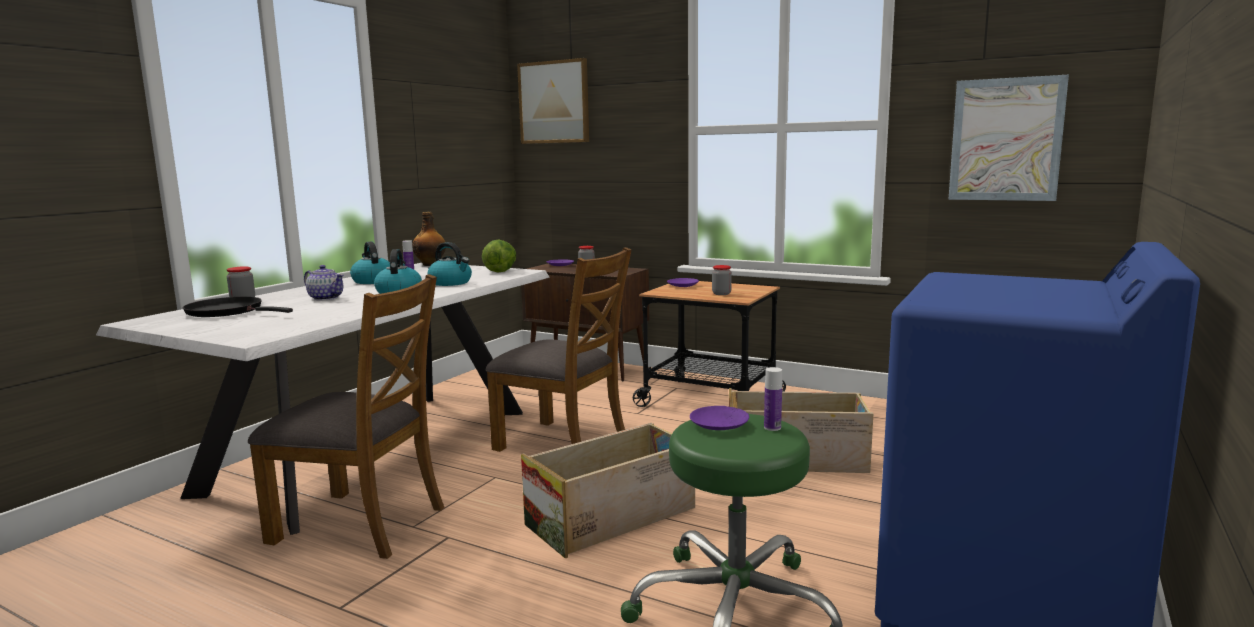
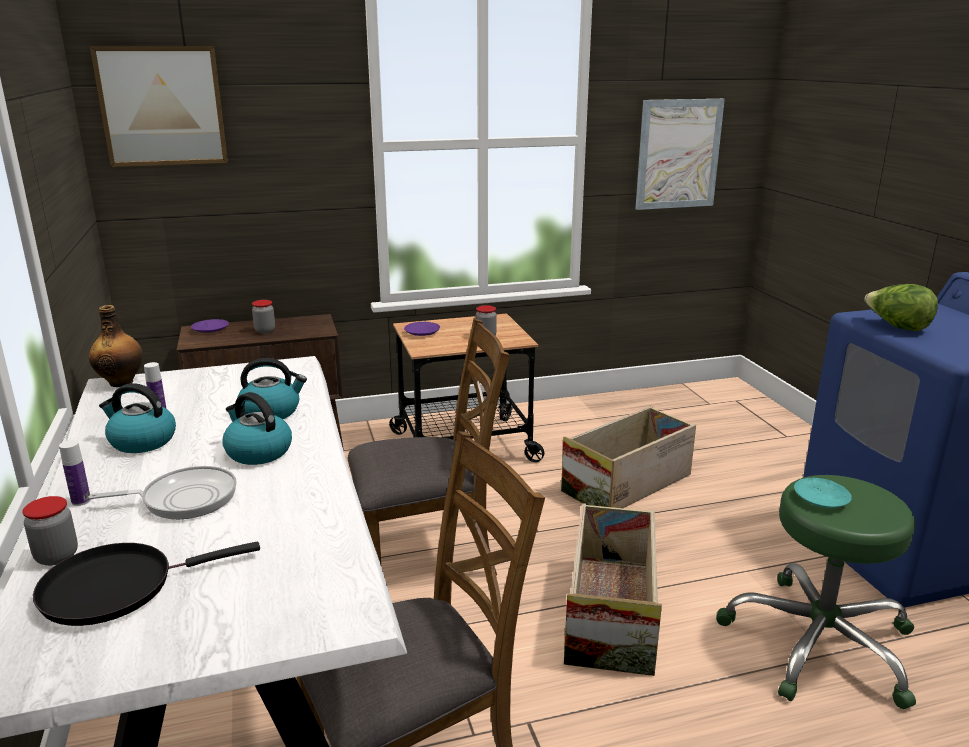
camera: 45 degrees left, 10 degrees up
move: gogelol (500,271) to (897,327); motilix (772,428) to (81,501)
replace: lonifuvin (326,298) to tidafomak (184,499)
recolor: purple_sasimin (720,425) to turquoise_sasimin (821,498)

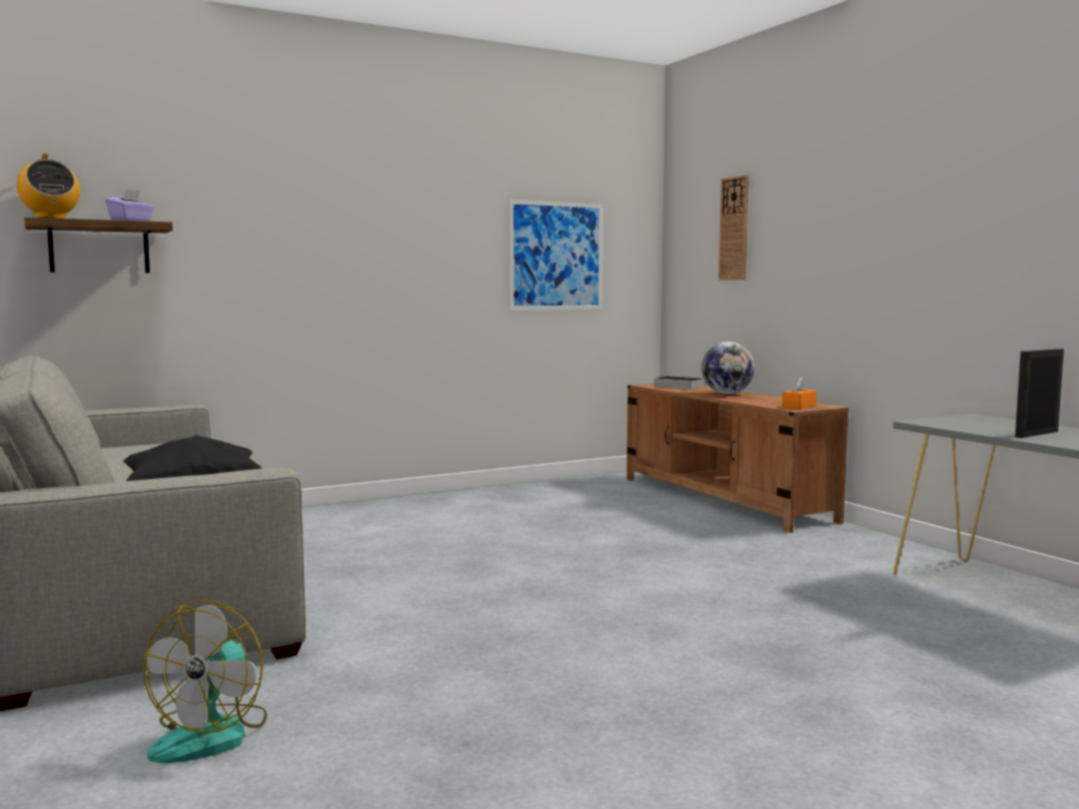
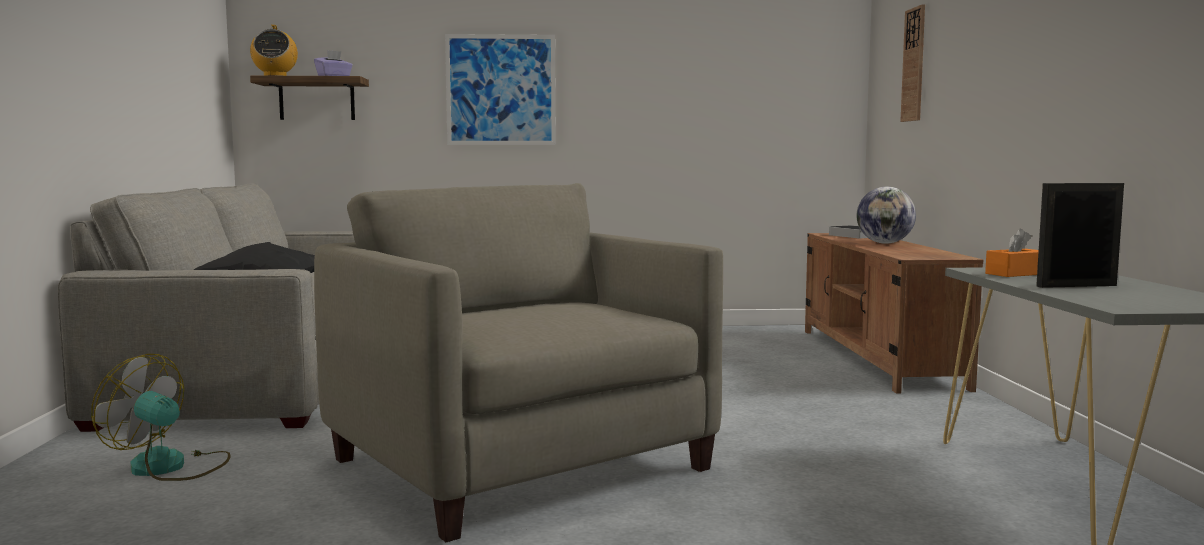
camera: 25 degrees right, 0 degrees up
insert: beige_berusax (521,464)
move: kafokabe (556,256) to (501,90); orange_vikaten (799,406) to (1015,274)
rotate: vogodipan (212,734) = (170,467) 75 degrees clockwise

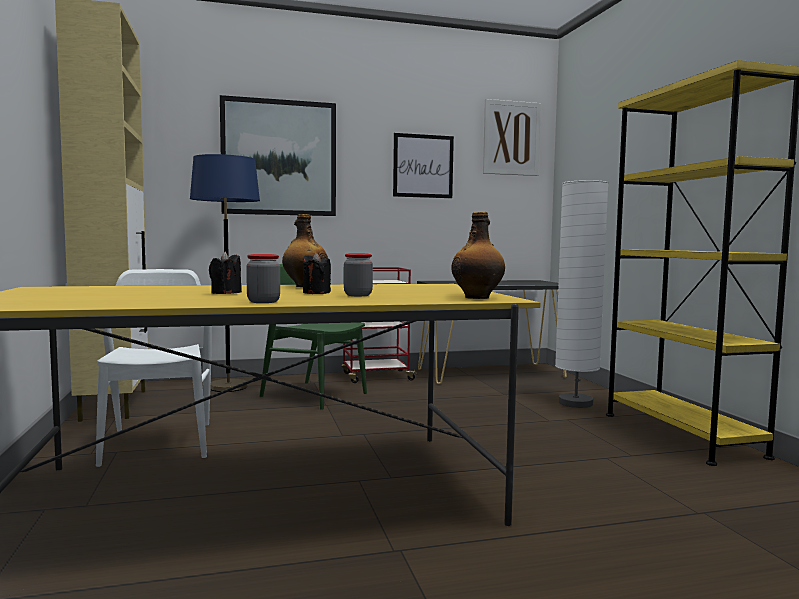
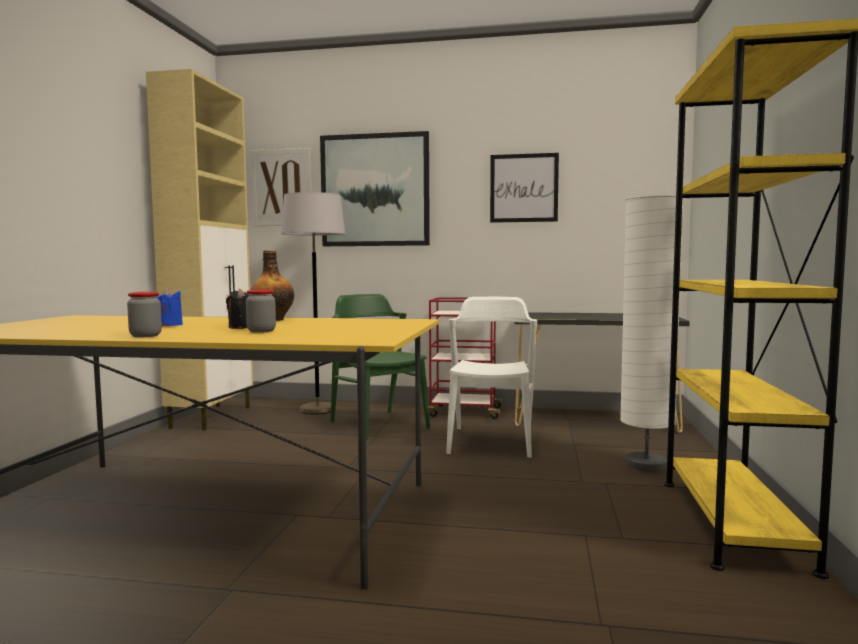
camera: 25 degrees right, 0 degrees up
delete: motilix (478,297)
move: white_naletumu (159,443) to (491,441); kafokabe (511,138) to (281,187)
recolor: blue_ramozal (228,387) to grey_ramozal (317,410); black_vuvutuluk (226,293) to blue_vuvutuluk (169,325)

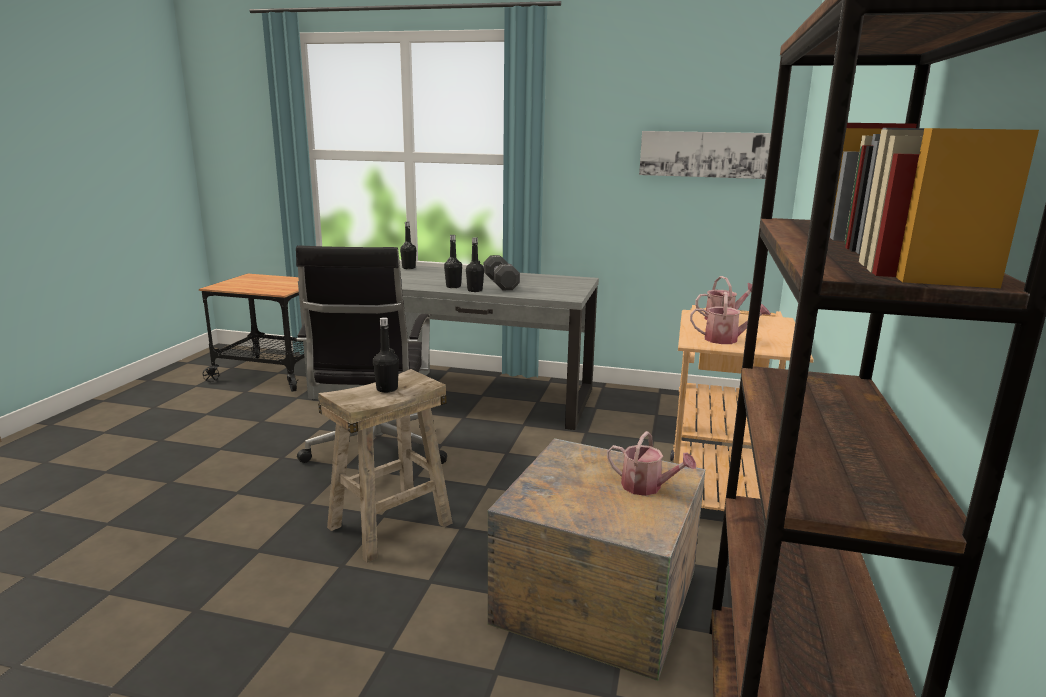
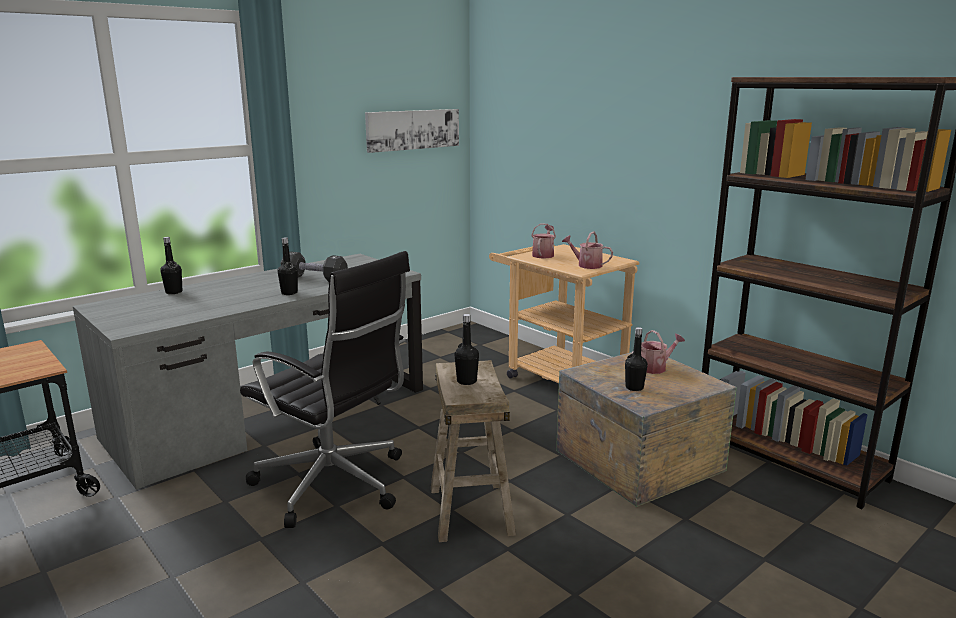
camera: 55 degrees left, 0 degrees up
move: black_motilix (475,290) to (634,387)
rotate: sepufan (726,339) = (586,265) 105 degrees counterclockwise

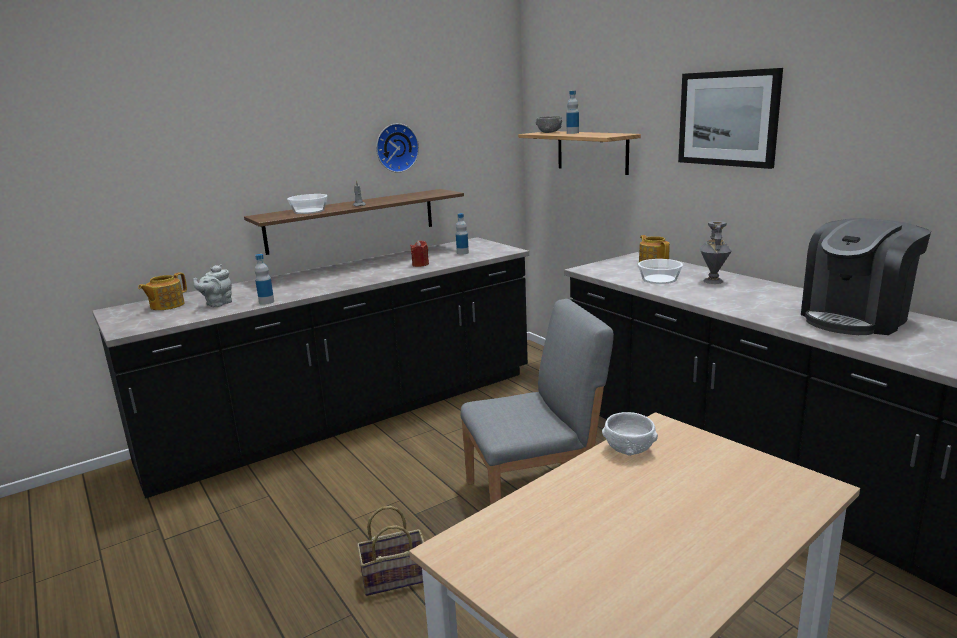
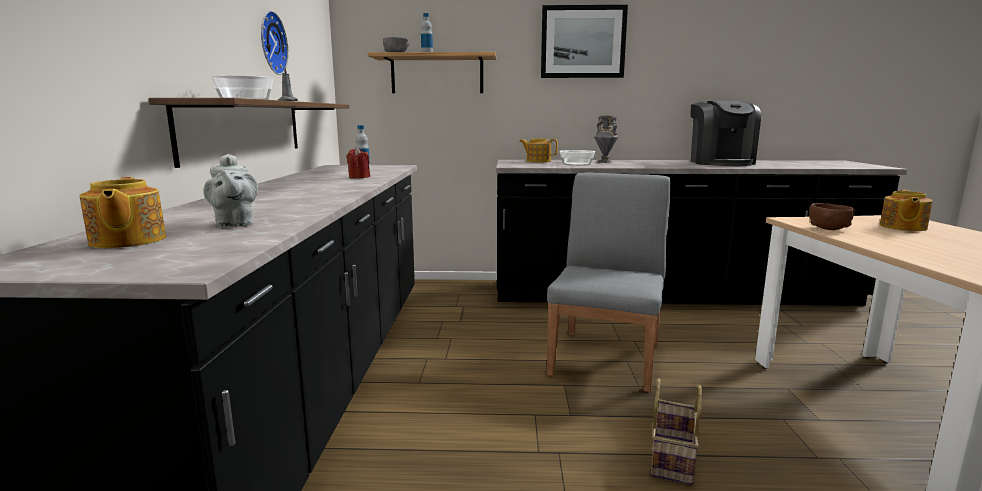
camera: 55 degrees left, 5 degrees down
delete: motilix (266,302)
insert: lonifuvin (902,227)
recolor: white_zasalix (629,449) to brown_zasalix (828,229)

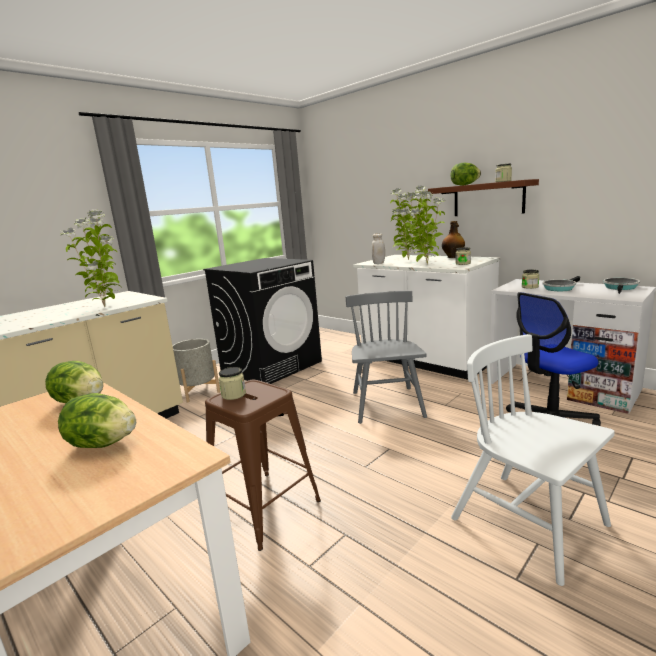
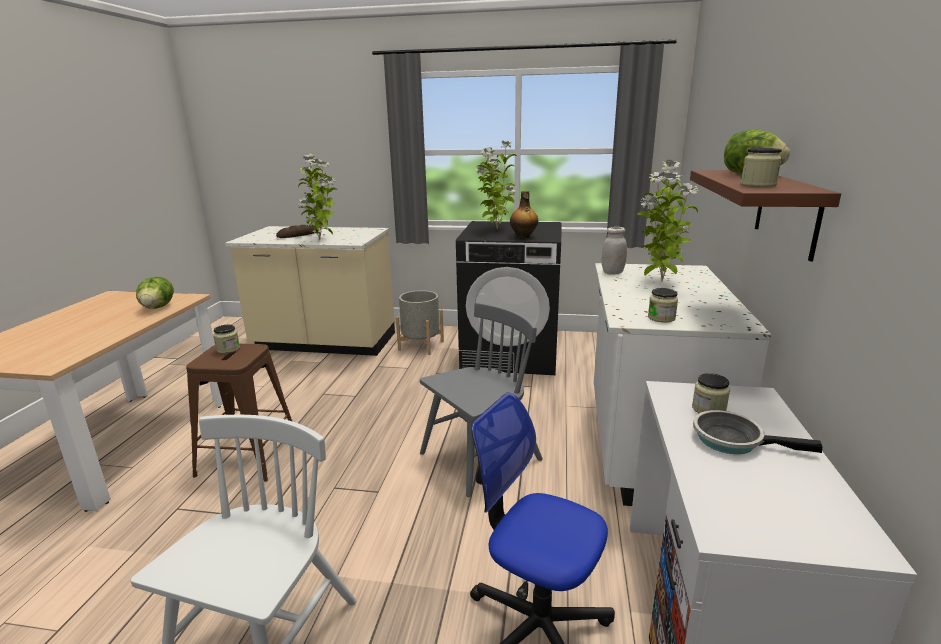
camera: 55 degrees right, 5 degrees up
delete: gogelol (103,444); tidafomak (620,288)
insert: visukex (297,235)
move: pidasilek (426,264) to (495,229); motilix (453,257) to (523,237)

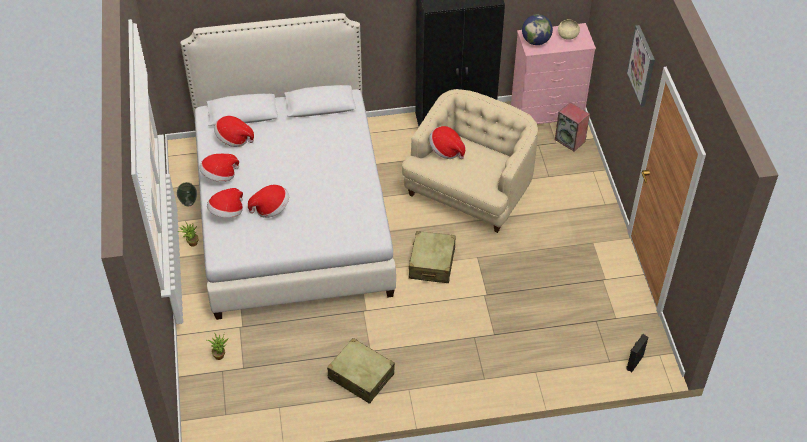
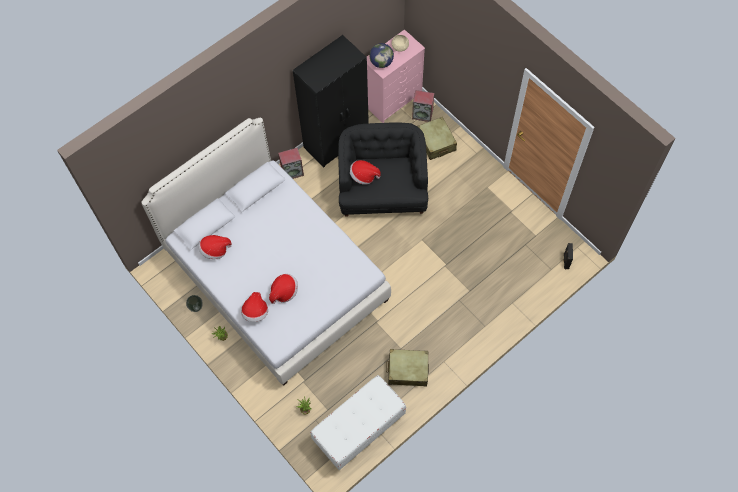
camera: 30 degrees left, 15 degrees up
delete: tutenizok (219,176); kafokabe (642,66)
insert: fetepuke (292,171); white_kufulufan (359,429)
move: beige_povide (432,263) to (436,142)
recolor: beige_berusax (470,189) to black_berusax (382,189)

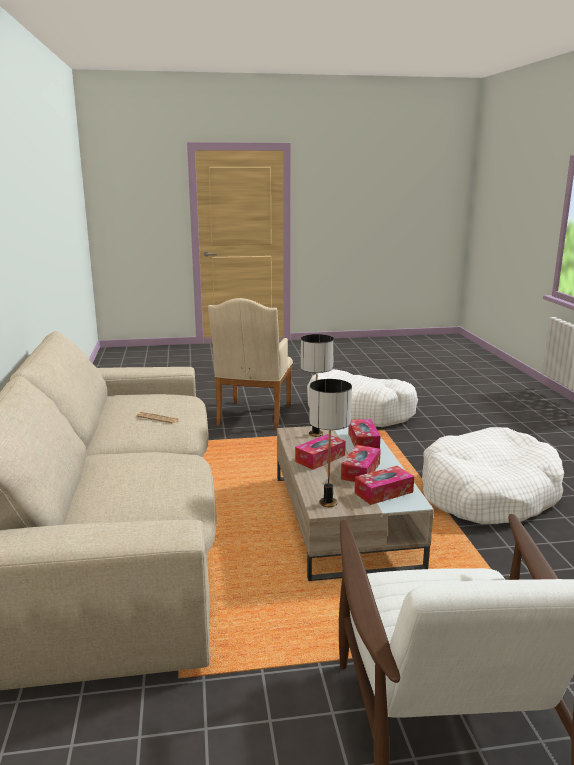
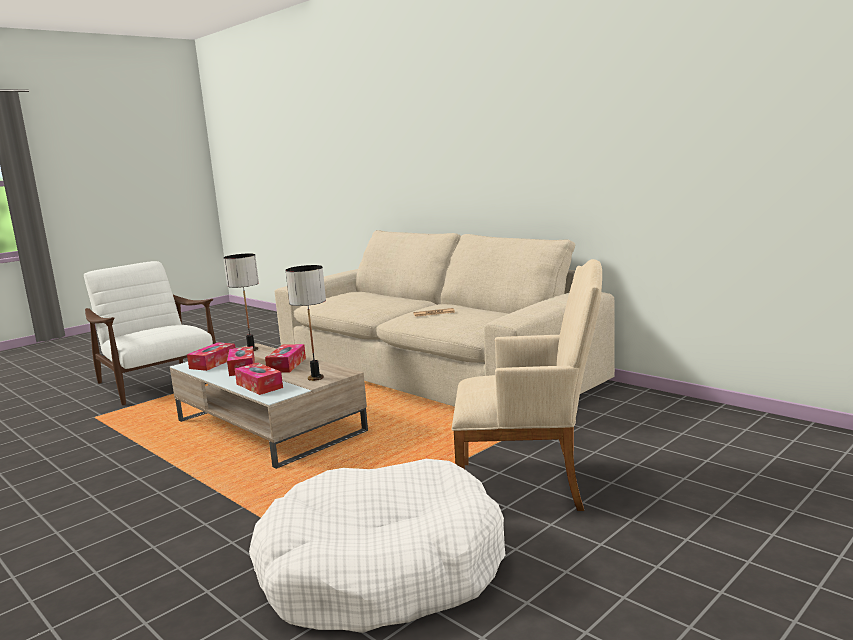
camera: 145 degrees right, 5 degrees down
delete: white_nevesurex (488,494)
rotate: beige_berusax (253,417) = (529,485) 120 degrees clockwise

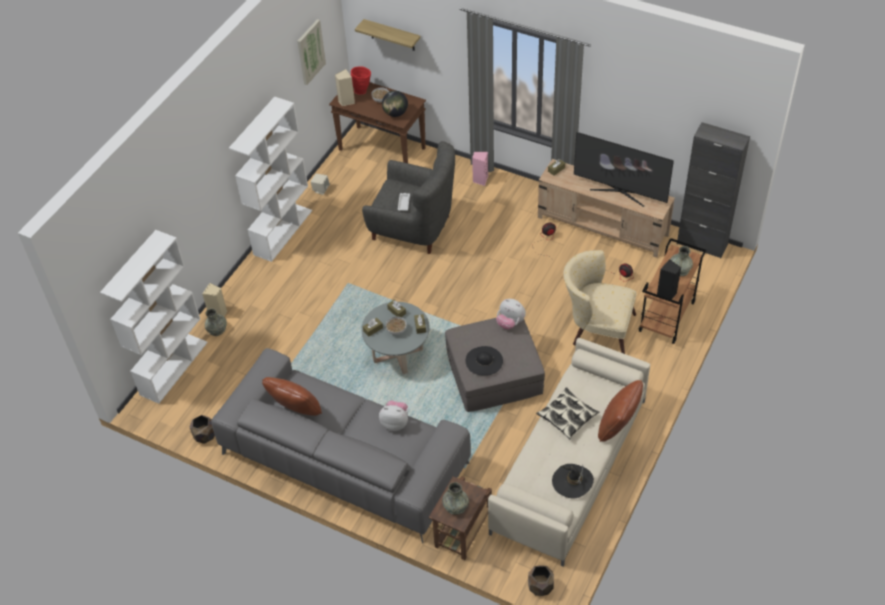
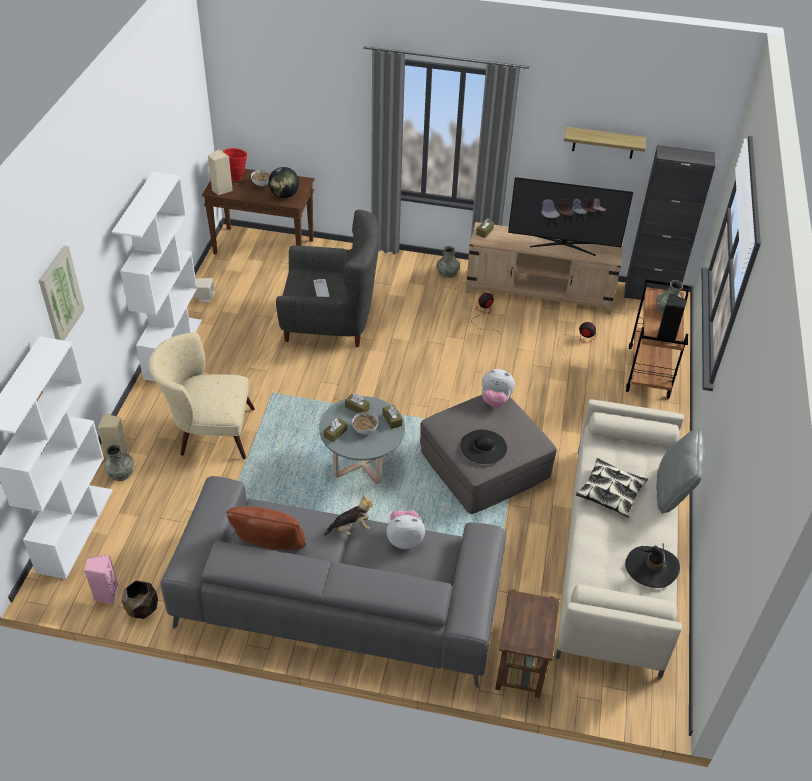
camera: 20 degrees left, 5 degrees down
delete: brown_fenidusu (540,587)
insert: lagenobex (350,528)
move: kafokabe (310,52) to (60,295); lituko (392,35) to (603,143); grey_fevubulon (455,506) to (447,272); pink_fetepuke (480,180) to (106,594); beige_berusax (596,328) to (208,431)
recolor: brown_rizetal (618,425) to grey_rizetal (673,491)

